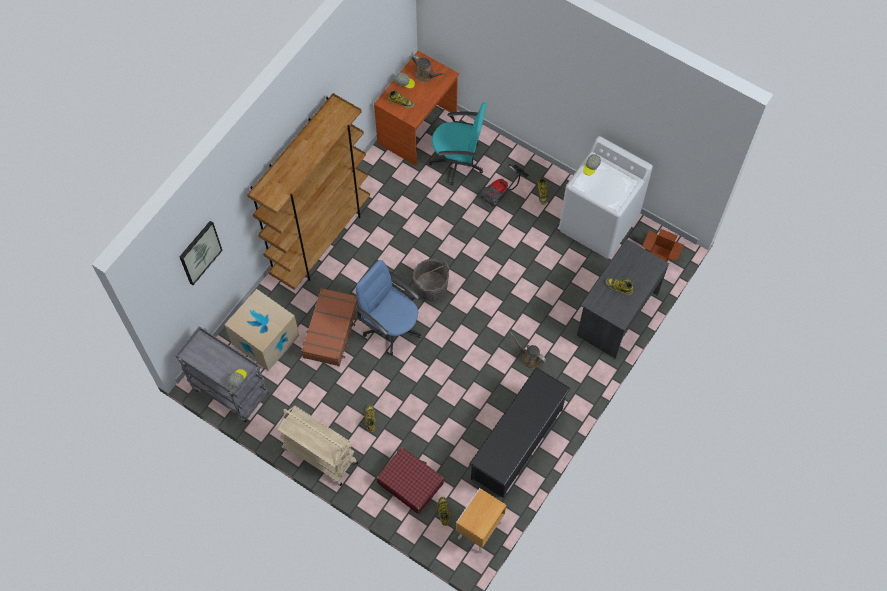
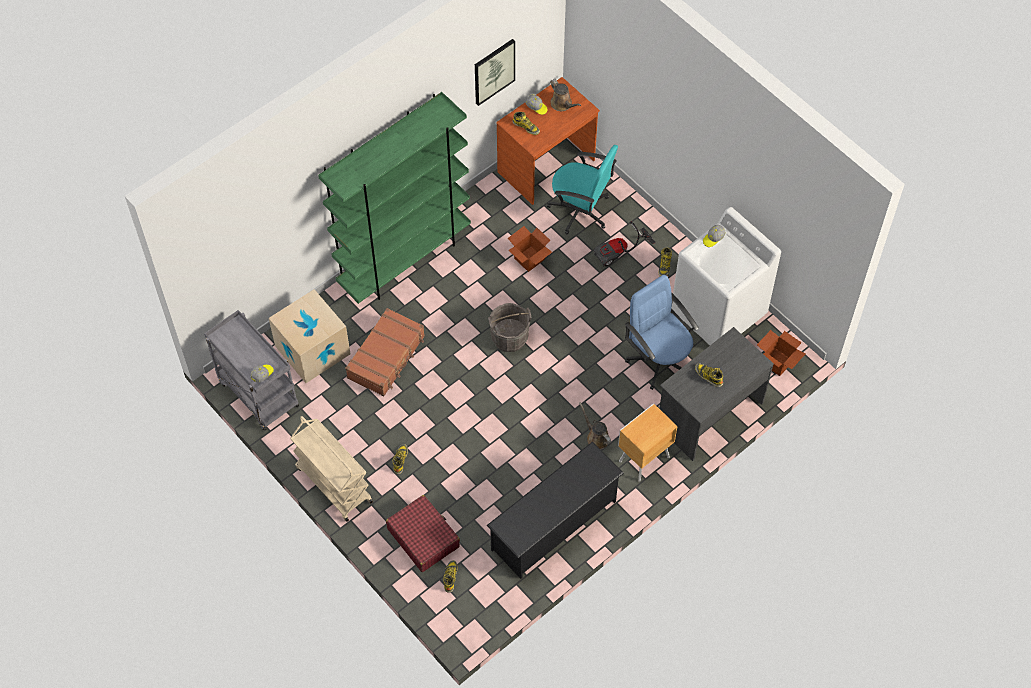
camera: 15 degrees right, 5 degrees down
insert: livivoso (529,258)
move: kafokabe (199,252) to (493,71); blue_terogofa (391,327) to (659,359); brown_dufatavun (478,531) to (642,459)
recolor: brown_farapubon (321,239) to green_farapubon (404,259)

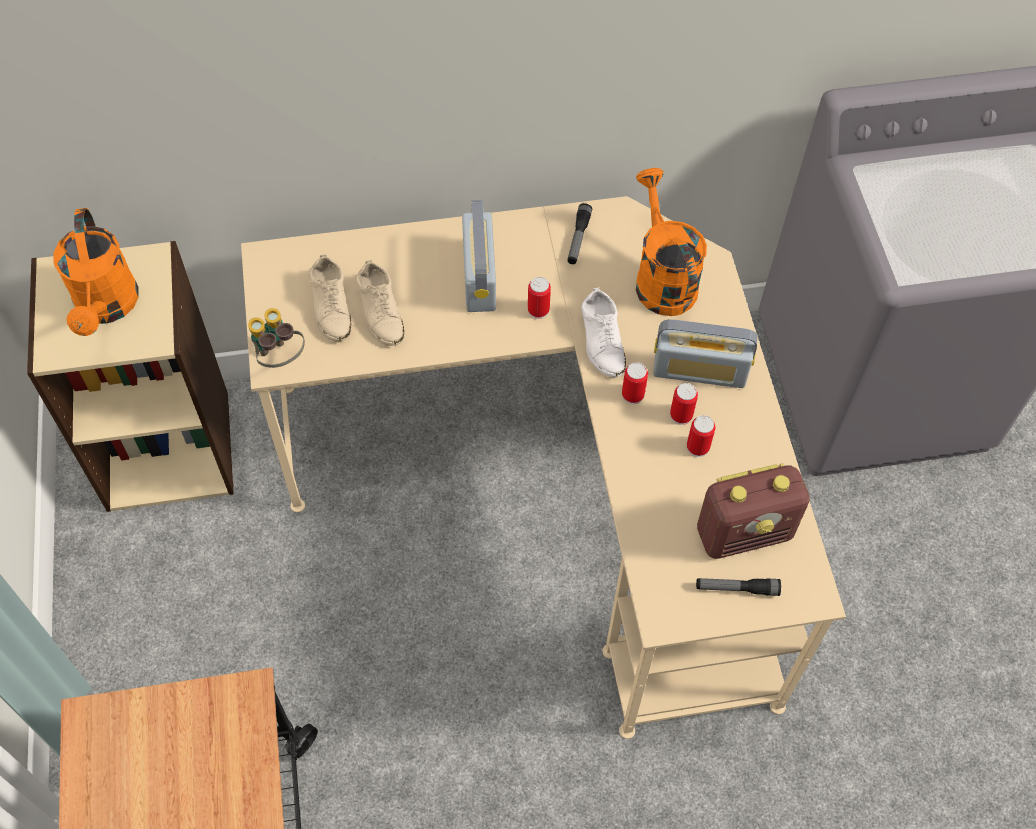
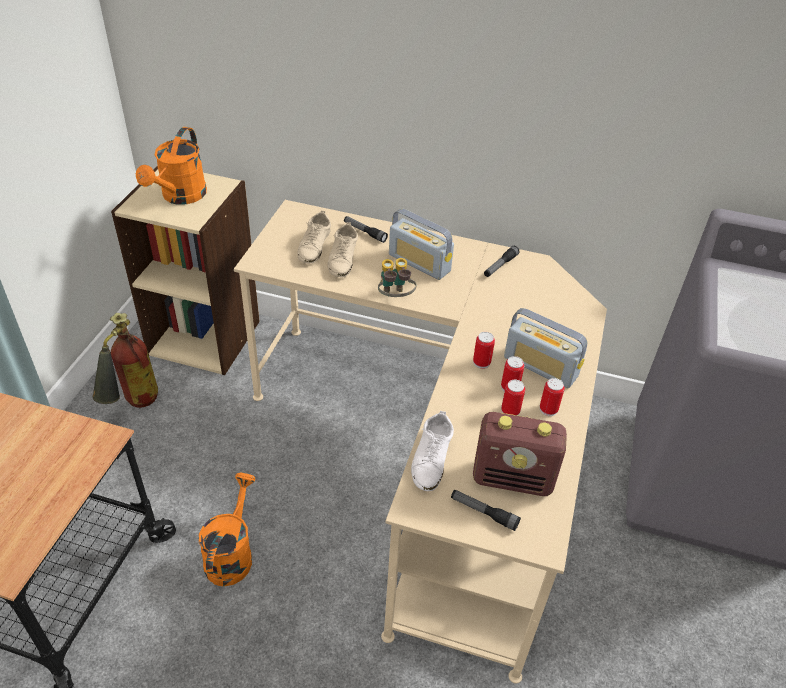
camera: 25 degrees right, 15 degrees down
insert: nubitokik (133,406); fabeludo (364,232)
move: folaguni (279,358) to (395,298); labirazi (538,310) to (548,409); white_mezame (602,340) to (431,458); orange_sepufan (662,278) to (231,553)
rotate: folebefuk (479,276) = (419,263) 105 degrees clockwise

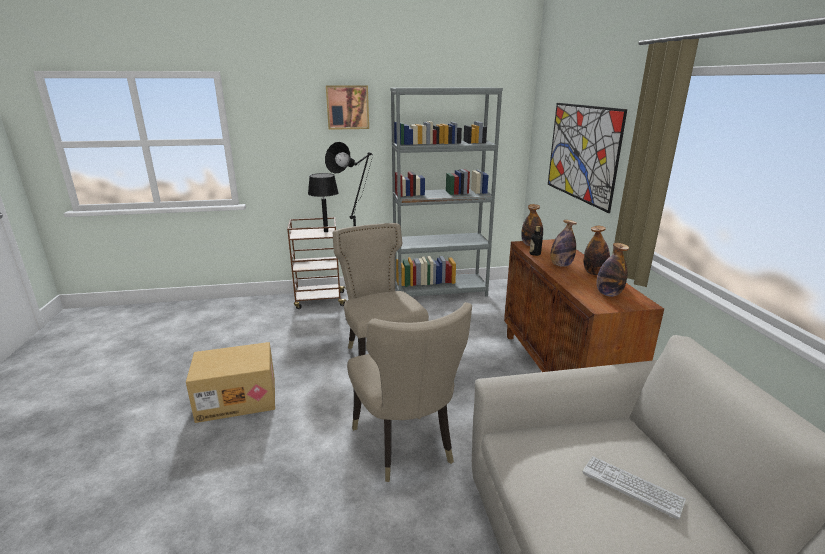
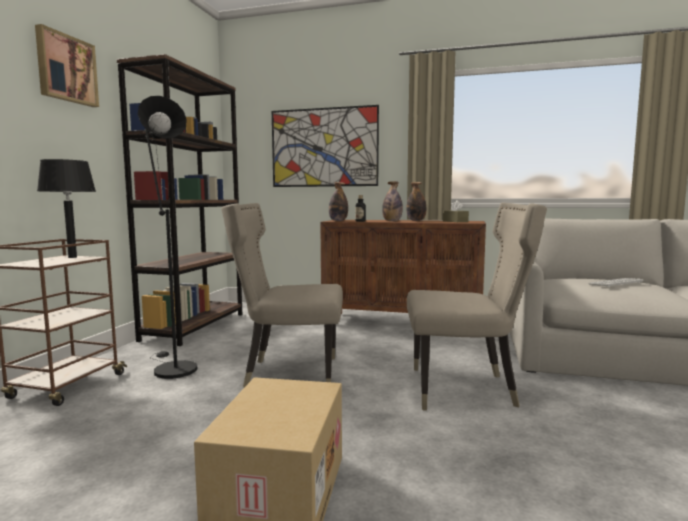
camera: 65 degrees left, 15 degrees down
replace: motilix (608,294) to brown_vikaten (455,221)
recolor: grey_farapubon (440,291) to brown_farapubon (195,326)

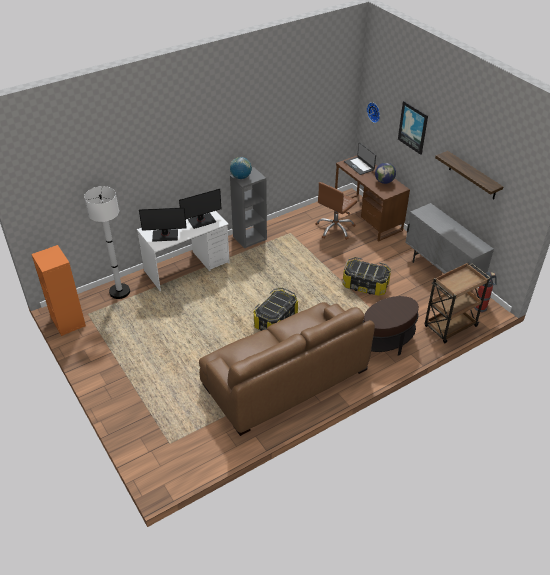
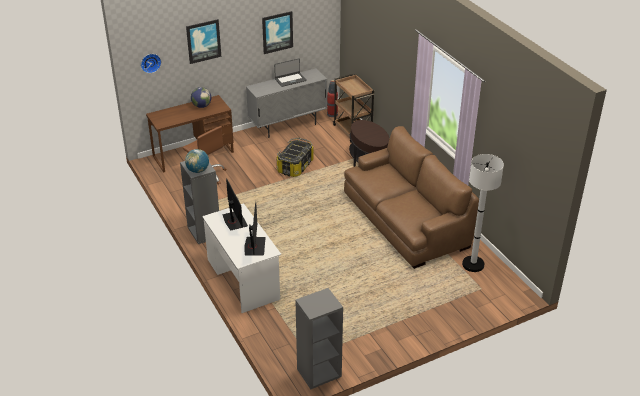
camera: 85 degrees left, 5 degrees down
delete: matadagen (276,320)
move: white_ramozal (119,291) to (473,264); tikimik (359,166) to (290,79)
replace: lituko (472,176) to kafokabe (277,32)
recolor: orange_farapubon (67,321) to grey_farapubon (319,373)

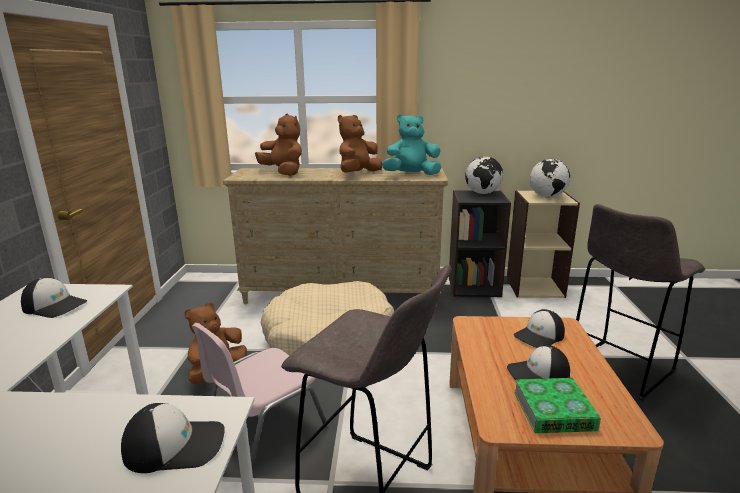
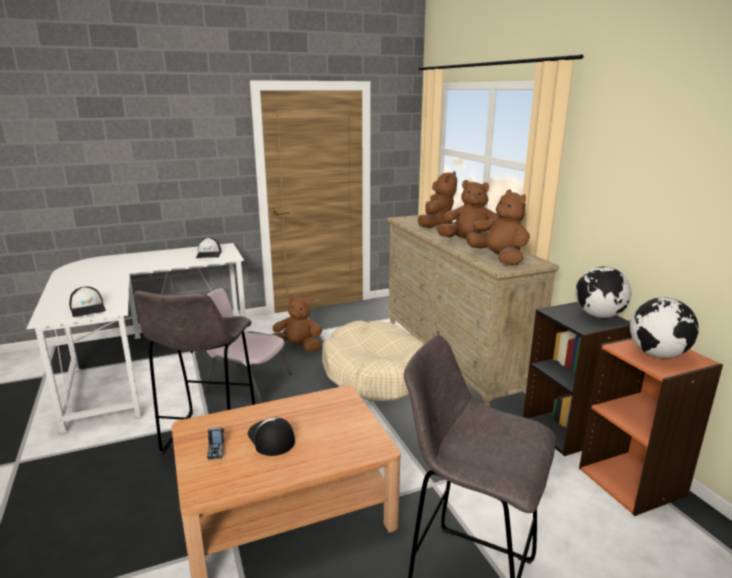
camera: 65 degrees right, 0 degrees up
delete: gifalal (539,336)
replace: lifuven (553,411) to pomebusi (216,450)
recolor: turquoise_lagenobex (411,175) to brown_lagenobex (498,259); beige_farapubon (534,287) to orange_farapubon (632,481)

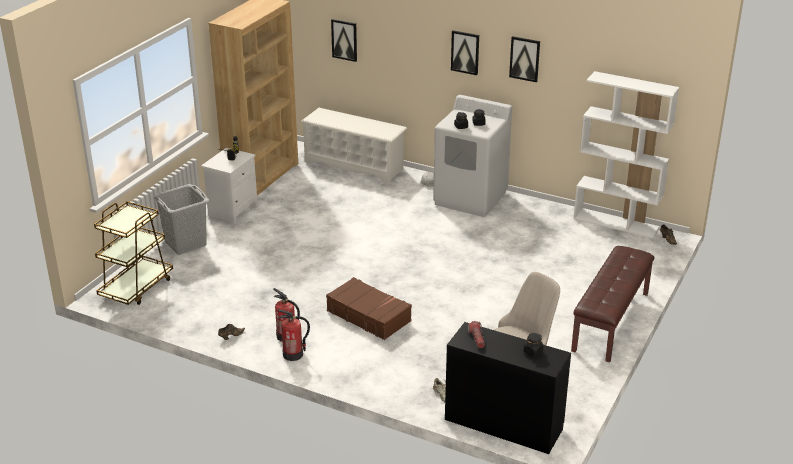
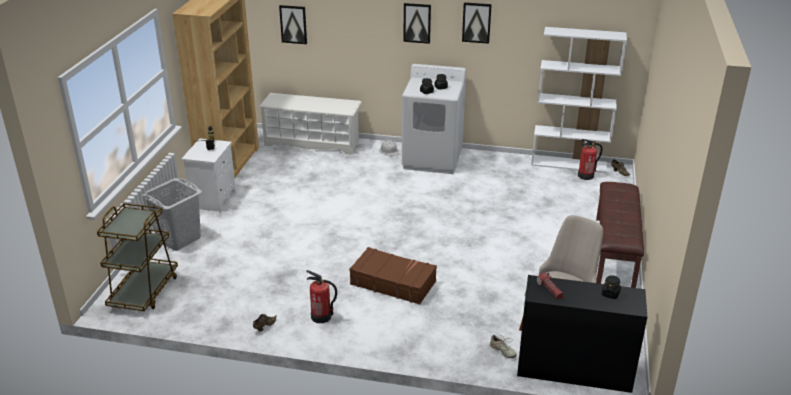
camera: 15 degrees left, 0 degrees up
move: nubitokik (293,354) to (586,176)

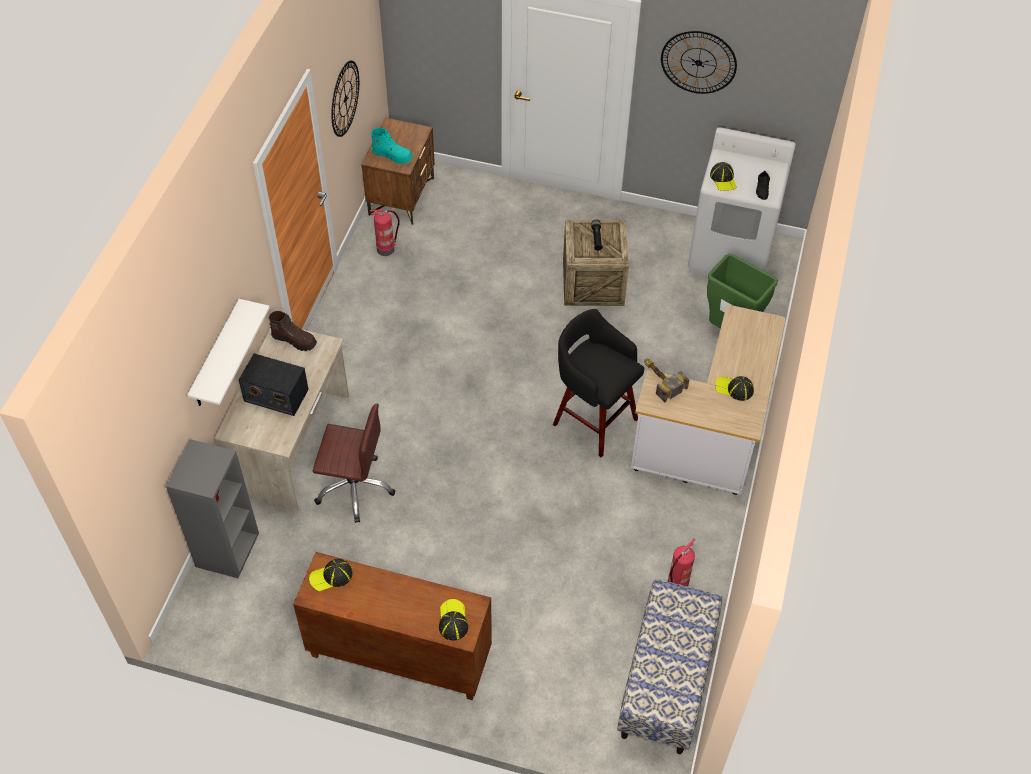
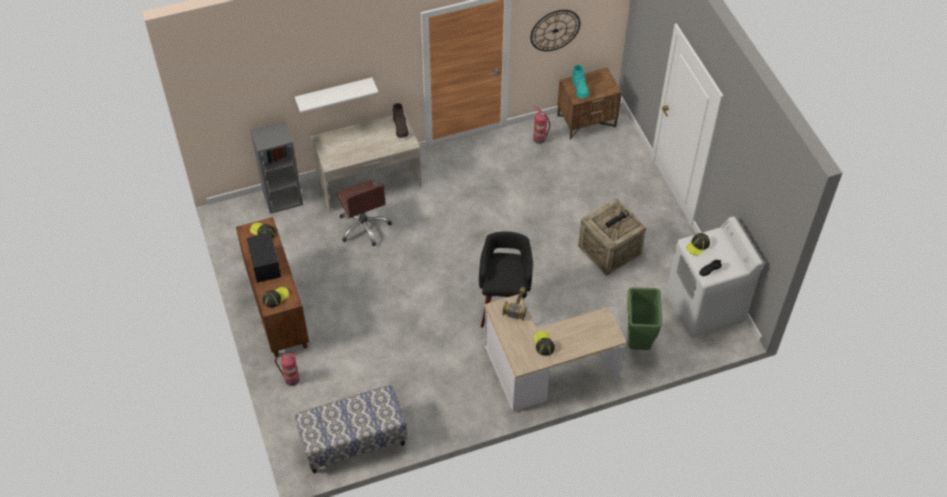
camera: 55 degrees right, 0 degrees up
delete: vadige (698,62)
move: folebefuk (276,395) to (265,264); nubitokik (677,583) to (291,379)

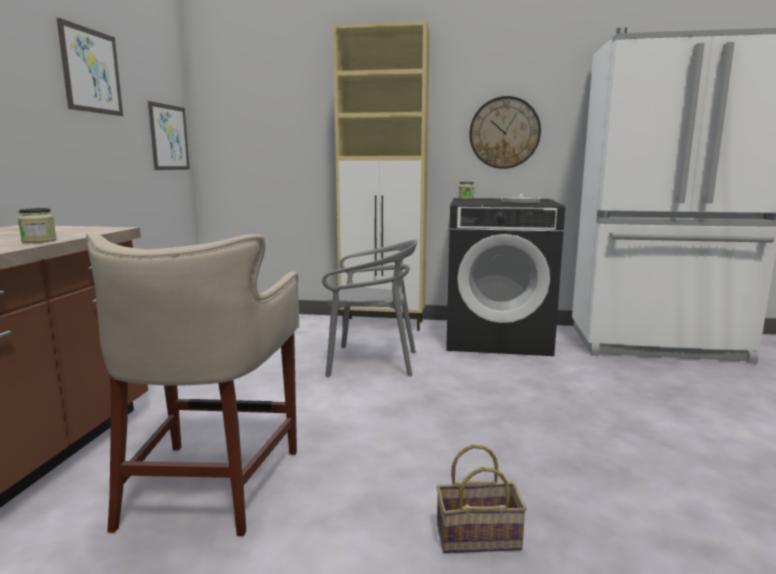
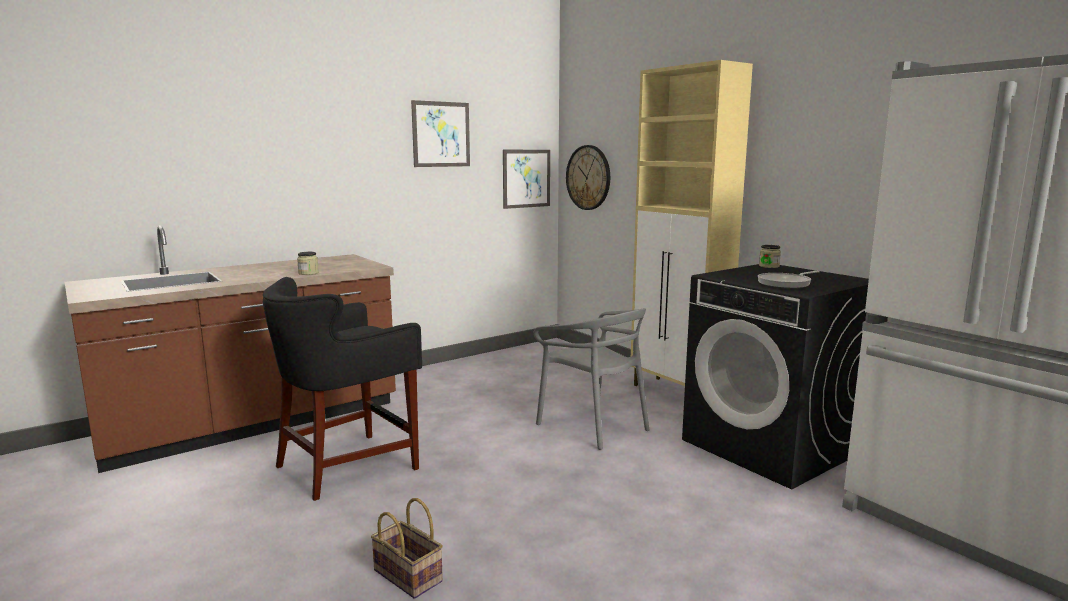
camera: 45 degrees right, 0 degrees up
move: vadige (504,133) to (588,177)
recolor: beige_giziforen (211,484) to black_giziforen (348,466)

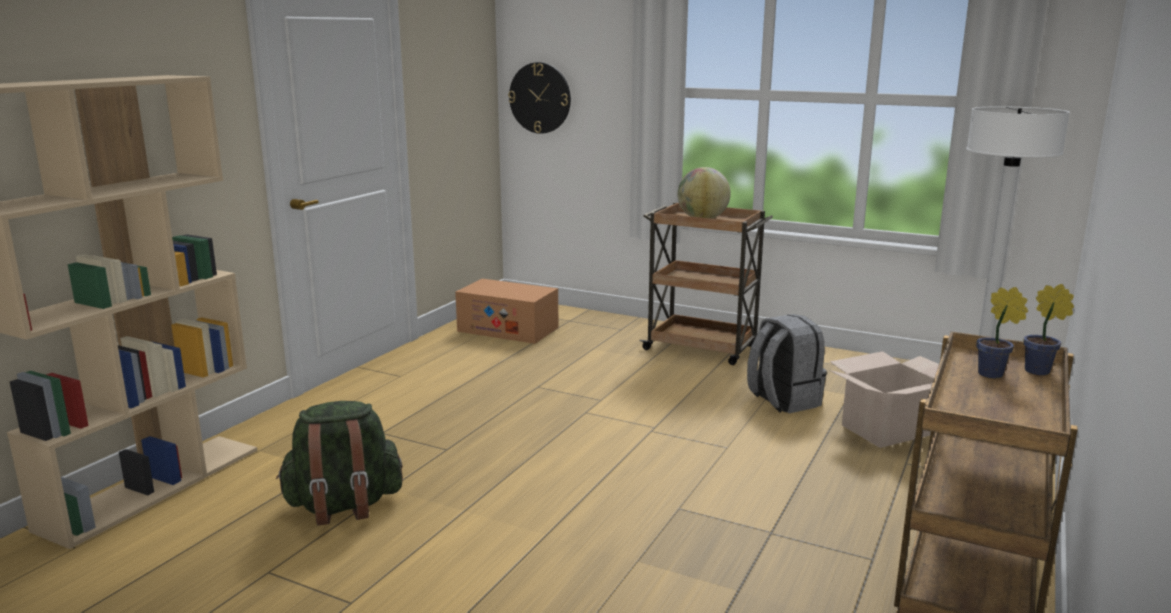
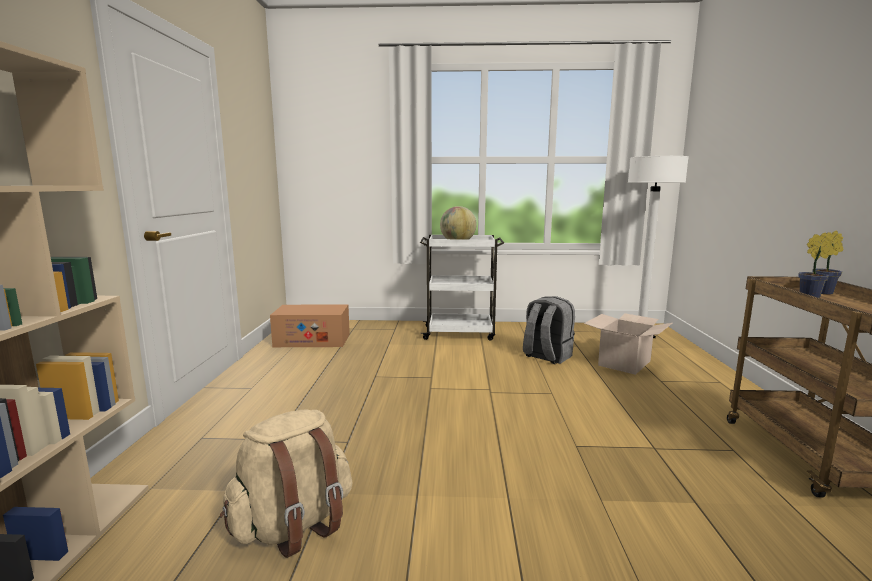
camera: 25 degrees left, 5 degrees down
delete: vadige (540,98)
recolor: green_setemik (344,506) to beige_setemik (294,525); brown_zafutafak (702,348) to white_zafutafak (460,333)

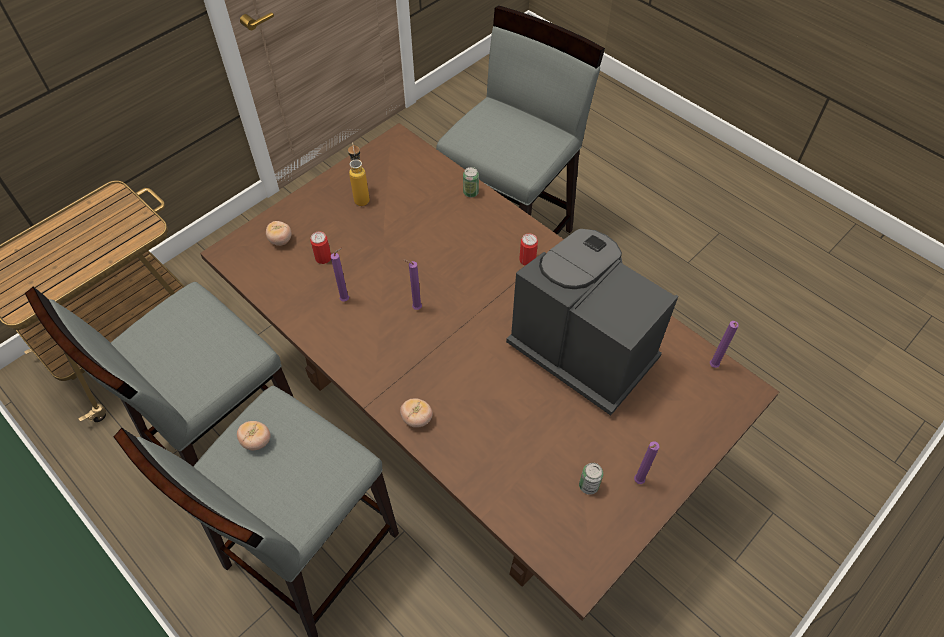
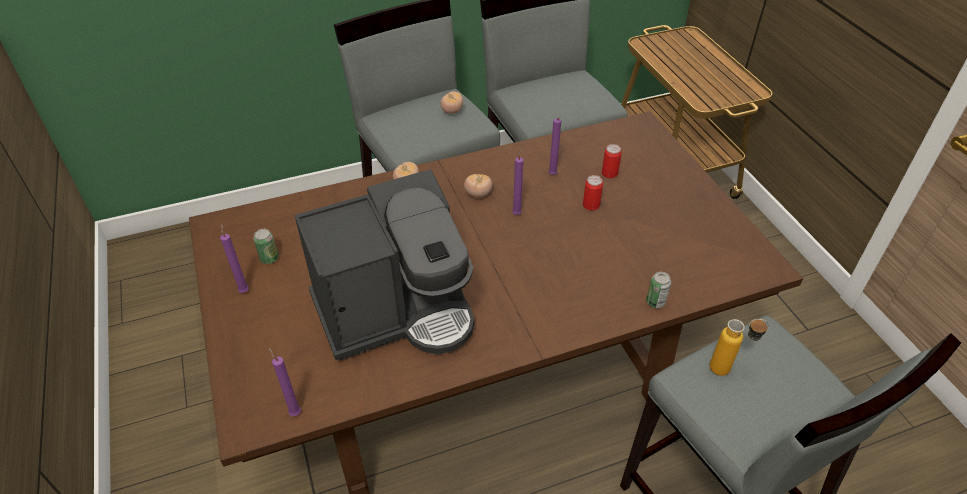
camera: 115 degrees right, 10 degrees down
move: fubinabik (281,240) to (478,194); motilix (361,196) to (728,370); labirazi (527,260) to (591,205)

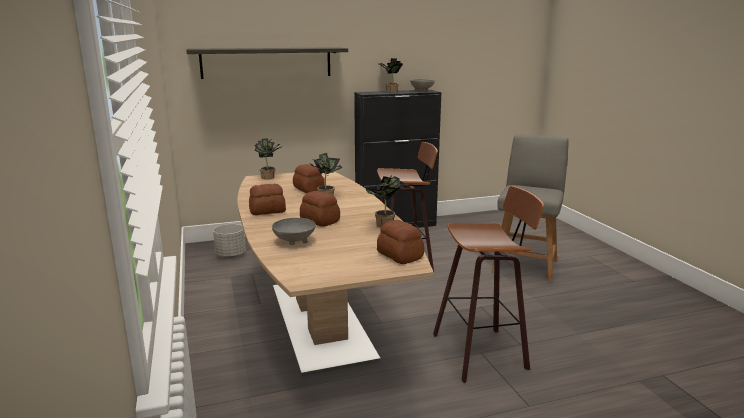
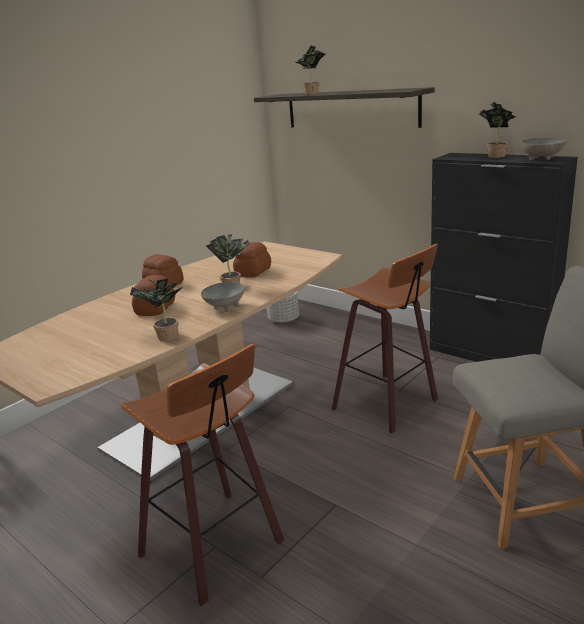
camera: 60 degrees right, 5 degrees up
delete: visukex (399,256)
move: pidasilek (270,177) to (312,94); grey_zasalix (293,242) to (225,307)

